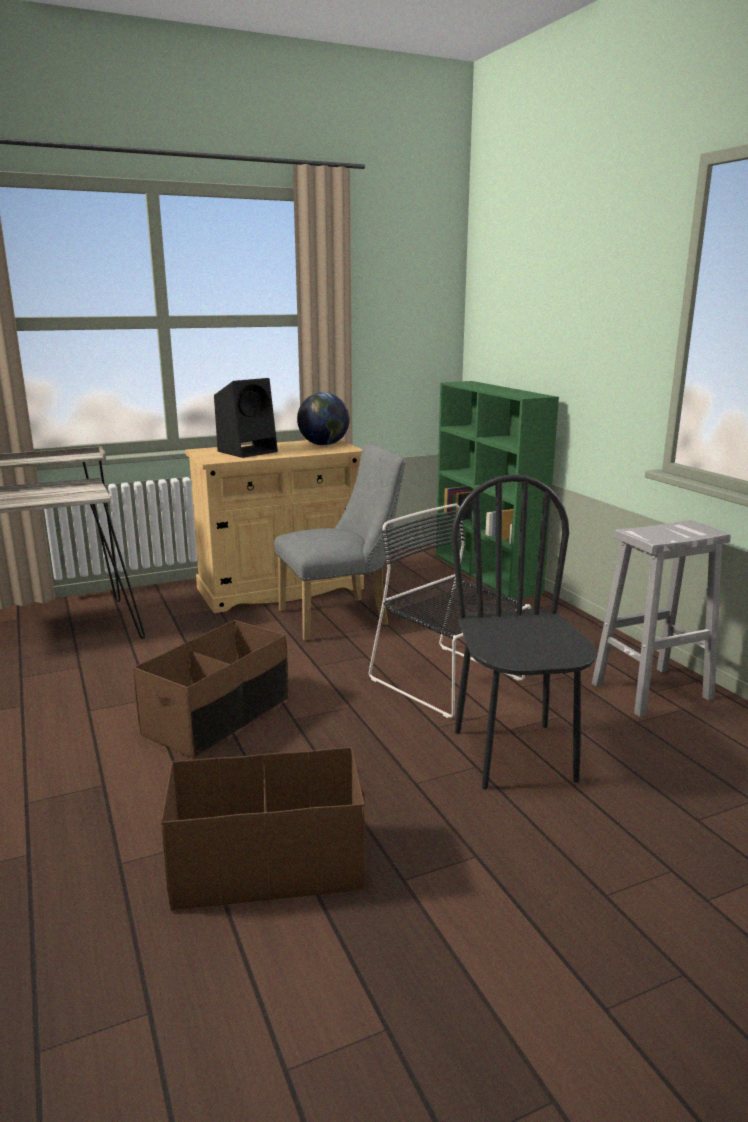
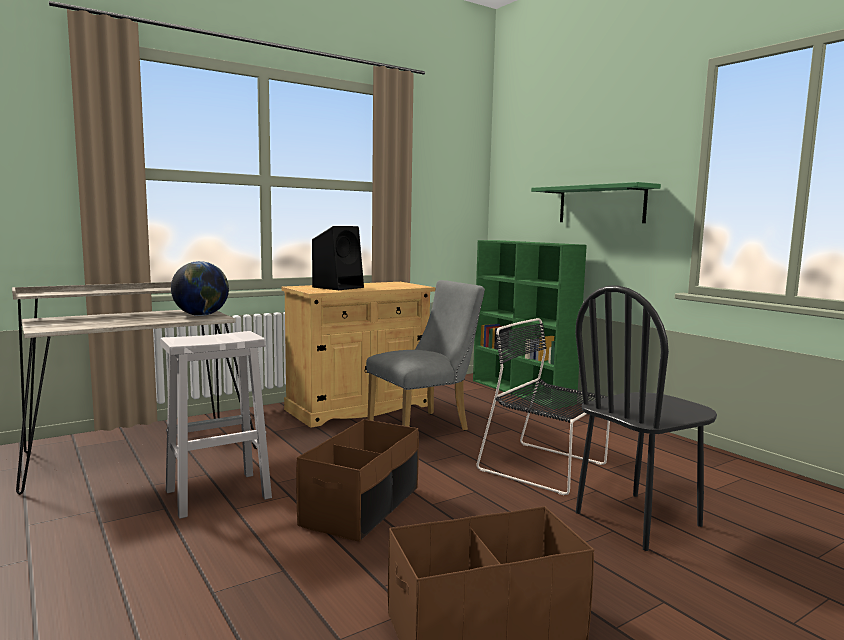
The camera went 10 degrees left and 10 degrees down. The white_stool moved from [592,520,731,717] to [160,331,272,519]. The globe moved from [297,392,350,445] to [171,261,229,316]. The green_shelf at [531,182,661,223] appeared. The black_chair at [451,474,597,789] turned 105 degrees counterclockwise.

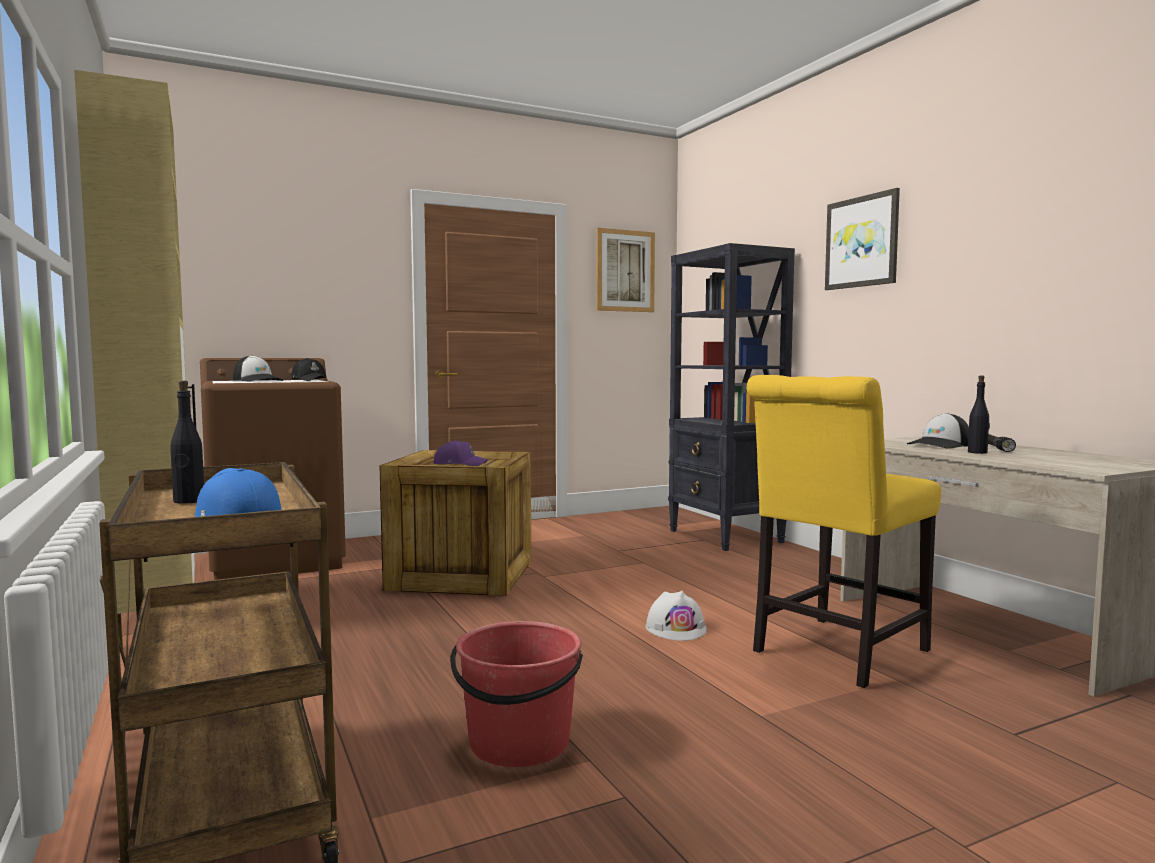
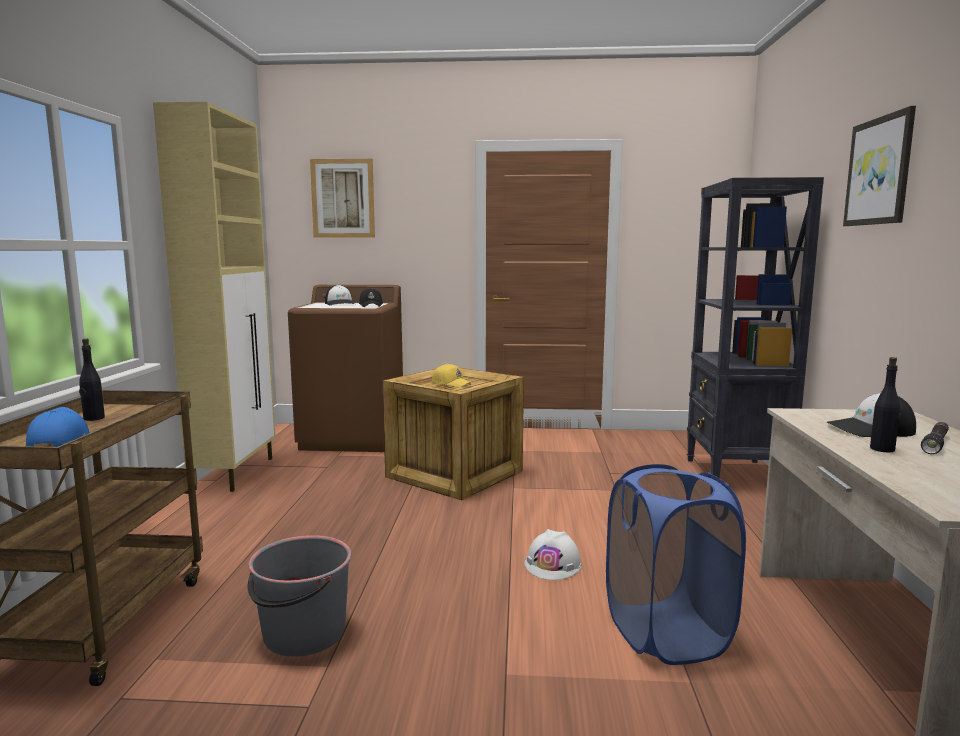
The camera went 30 degrees right and 5 degrees up. The red_bucket at [450,621,583,767] became the grey_bucket at [248,535,352,657]. The picture moved from [596,228,655,312] to [310,159,375,238]. The purple_cap at [433,440,488,466] became the yellow_cap at [432,364,471,388]. The yellow_chair at [747,375,941,688] was replaced by the blue_laundry_basket at [606,464,746,665].

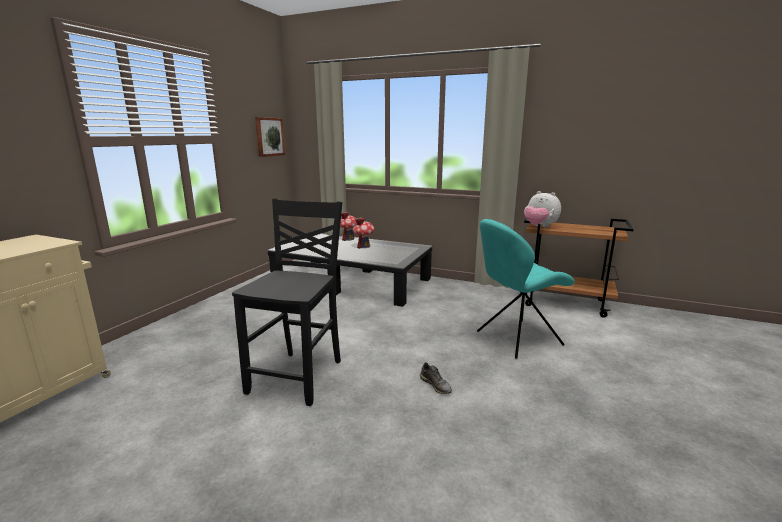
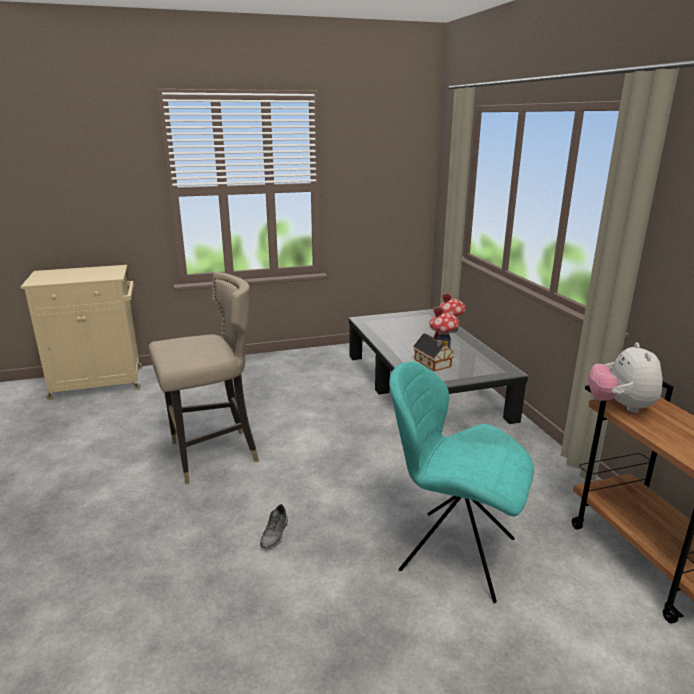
The camera went 50 degrees right and 5 degrees up. The black_chair at [232,199,342,406] was replaced by the beige_stool at [149,272,259,484]. The toy_house at [413,333,455,371] appeared. The picture at [255,117,285,157] disappeared.

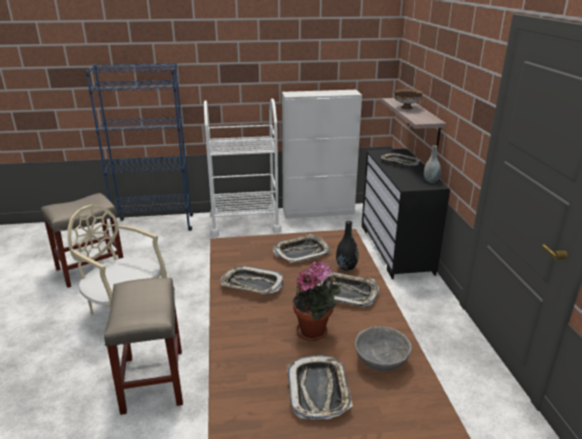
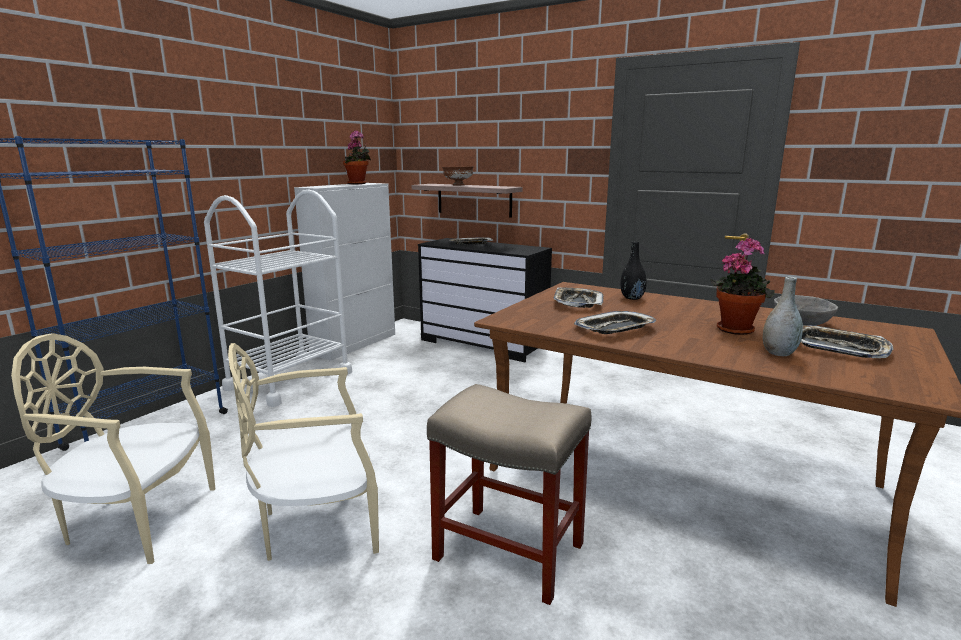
The camera went 50 degrees left and 10 degrees down. The beige_stool at [41,193,123,288] was replaced by the beige_chair at [11,334,216,564]. The potted_plant at [343,130,371,184] appeared. The grey_vase moved from [424,145,441,183] to [763,277,803,356]. The tray at [317,272,379,307] disappeared.

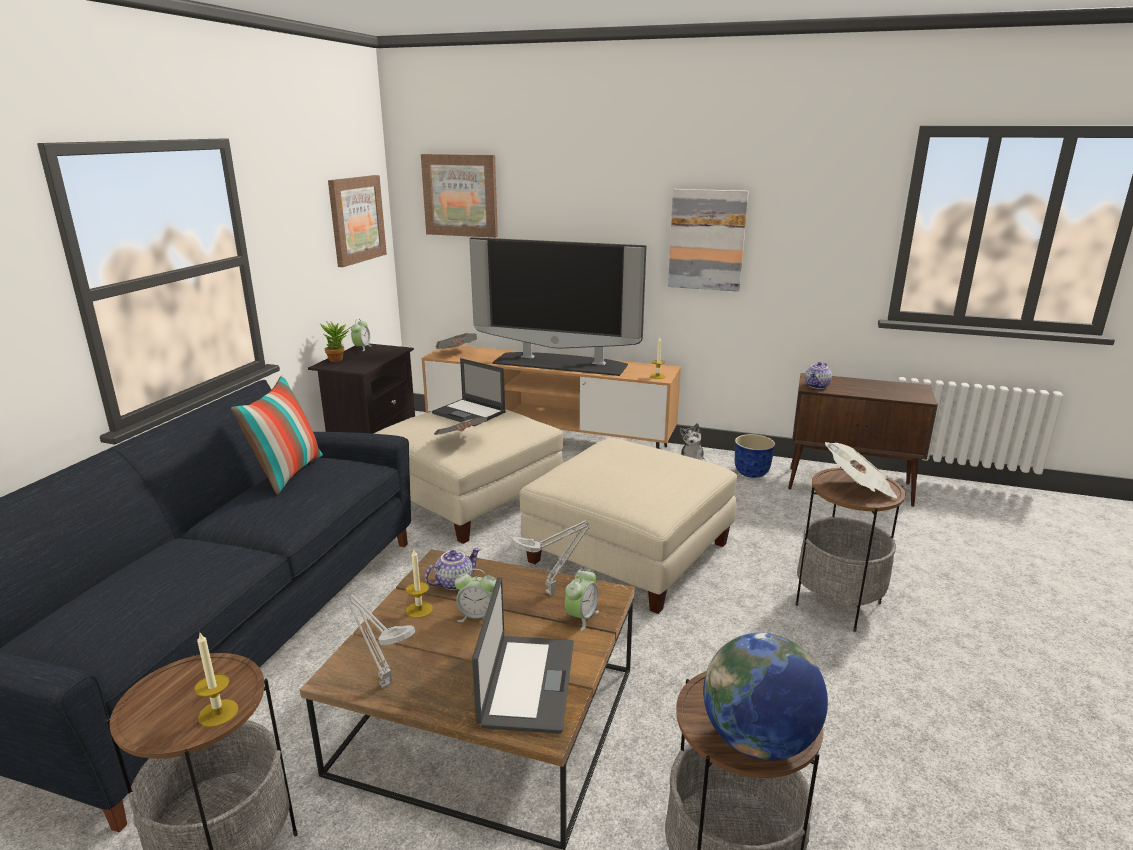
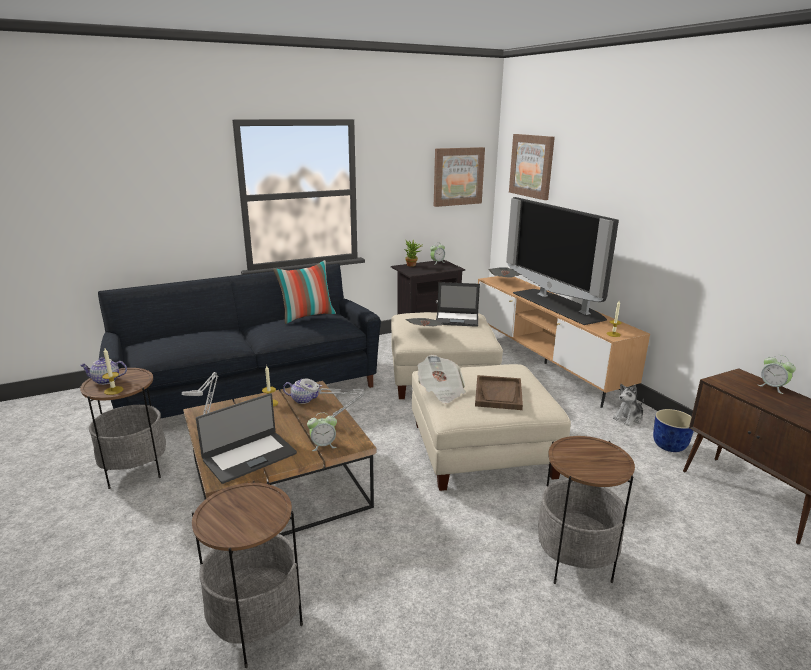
The camera went 45 degrees right and 0 degrees up. The teapot moved from [805,362,832,389] to [80,357,127,385]. The newspaper moved from [825,442,898,498] to [418,355,466,404]. The laptop at [432,358,506,426] turned 75 degrees counterclockwise. The brown_tray at [475,375,523,410] appeared. The alarm_clock moved from [454,569,496,622] to [758,355,796,394]. The picture at [668,189,749,292] disappeared. The globe at [703,633,828,761] disappeared.

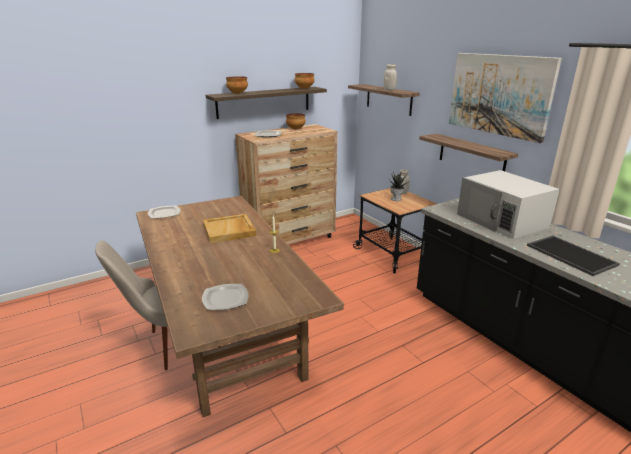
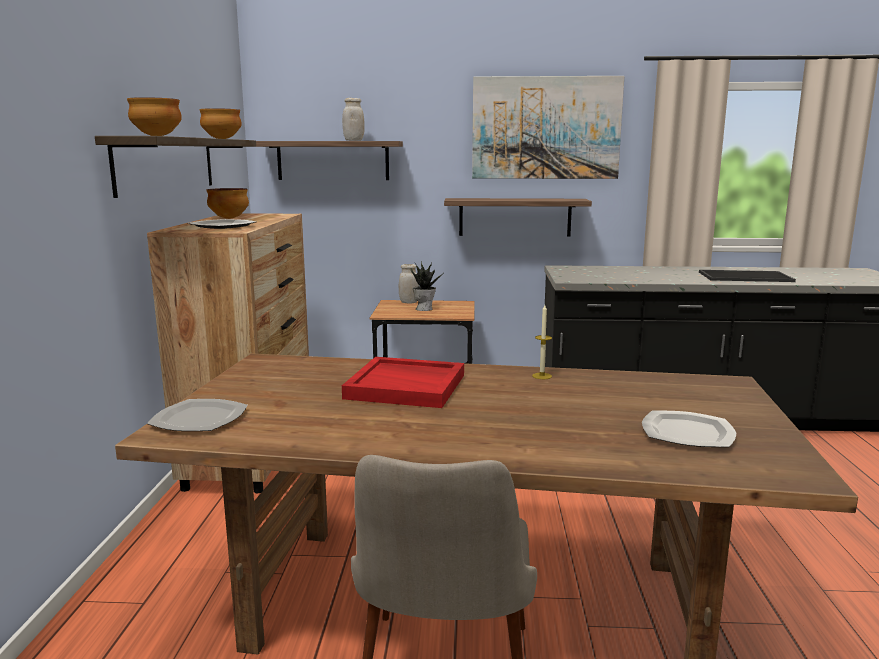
The camera went 55 degrees left and 10 degrees down. The beige_tray at [203,214,256,243] became the red_tray at [342,357,464,408]. The white_microwave at [457,170,560,239] disappeared.

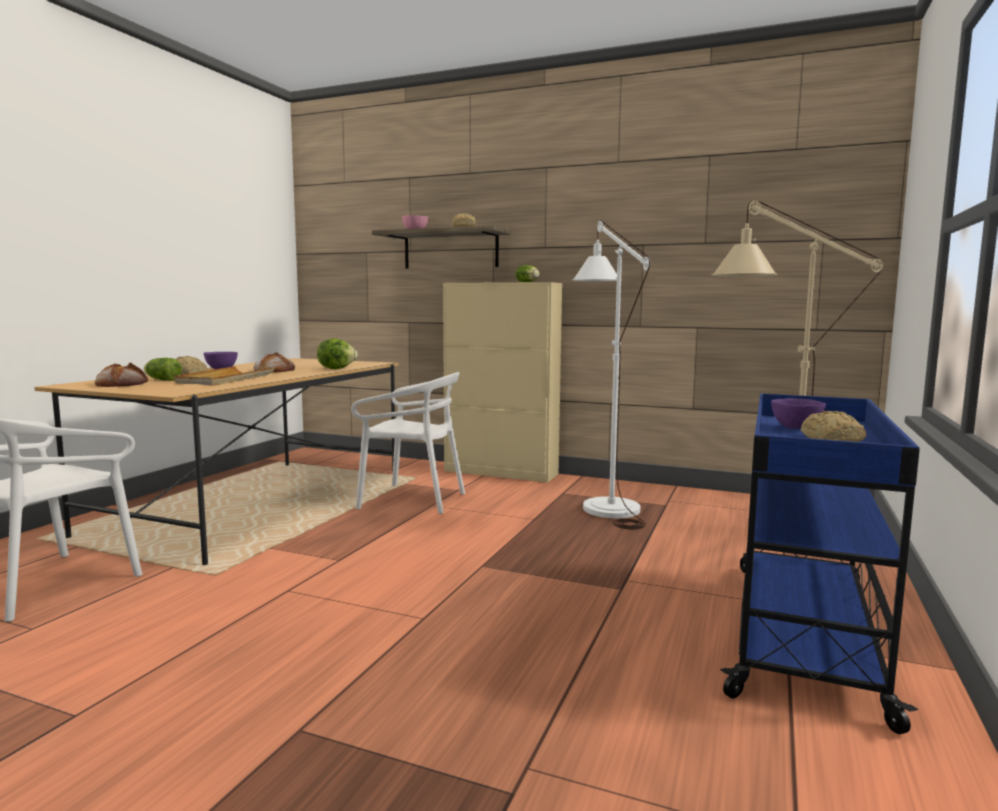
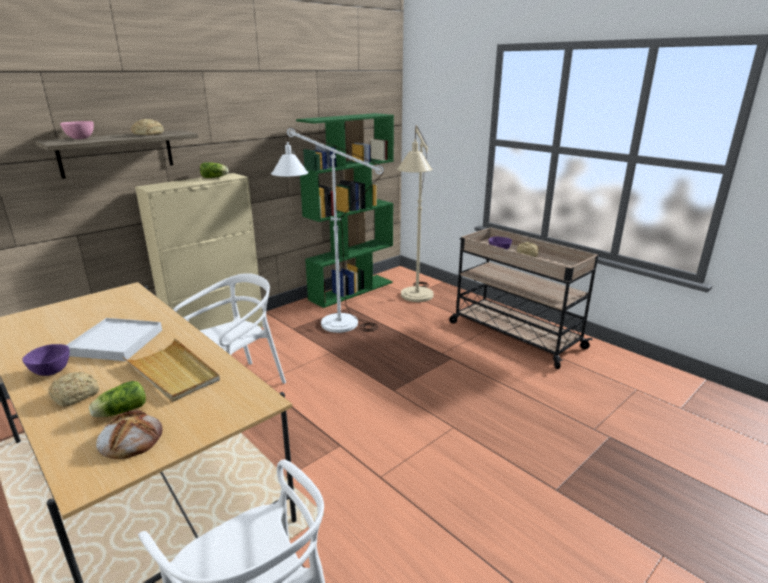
The camera went 65 degrees left and 15 degrees up. The bread at [254,353,295,372] was replaced by the white_tray at [67,318,162,361]. The green_bookcase at [296,113,394,308] appeared. The blue_cart at [720,393,920,734] became the beige_cart at [449,227,598,369]. The lettuce at [317,338,358,369] disappeared.

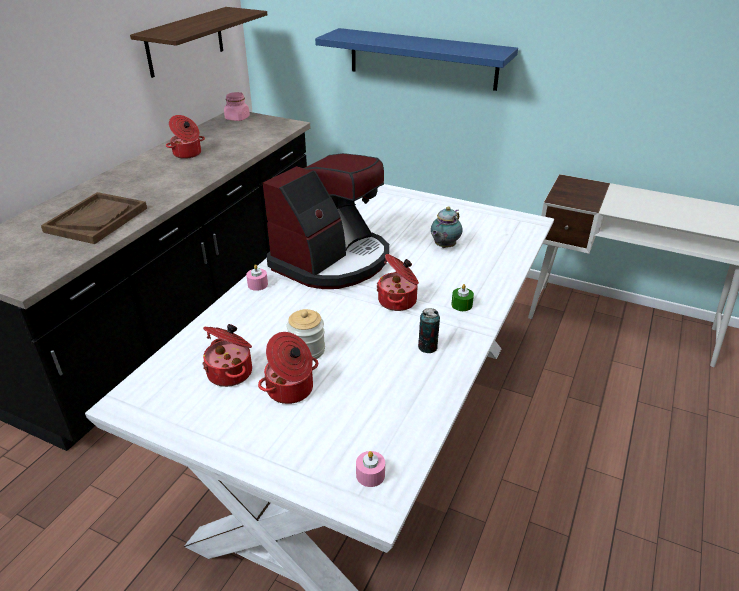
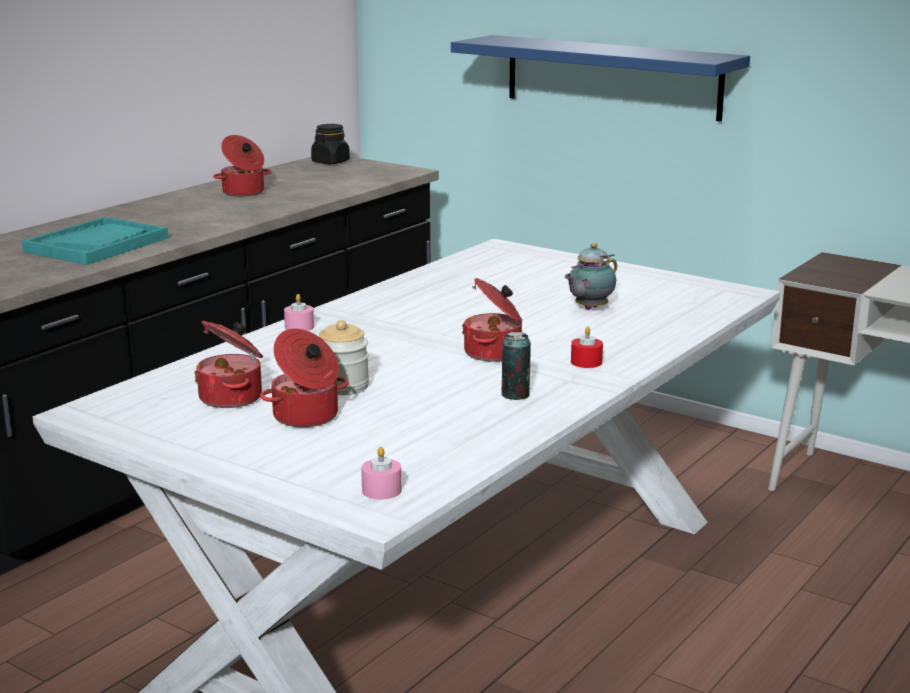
The camera went 10 degrees right and 15 degrees down. The brown_tray at [41,192,147,244] became the turquoise_tray at [22,217,168,265]. The pink_jar at [224,92,250,121] became the black_jar at [311,124,350,164]. The green_candle at [451,284,474,311] became the red_candle at [571,327,603,368]. The shelf at [130,7,267,78] disappeared. The coffee_machine at [263,153,389,289] disappeared.

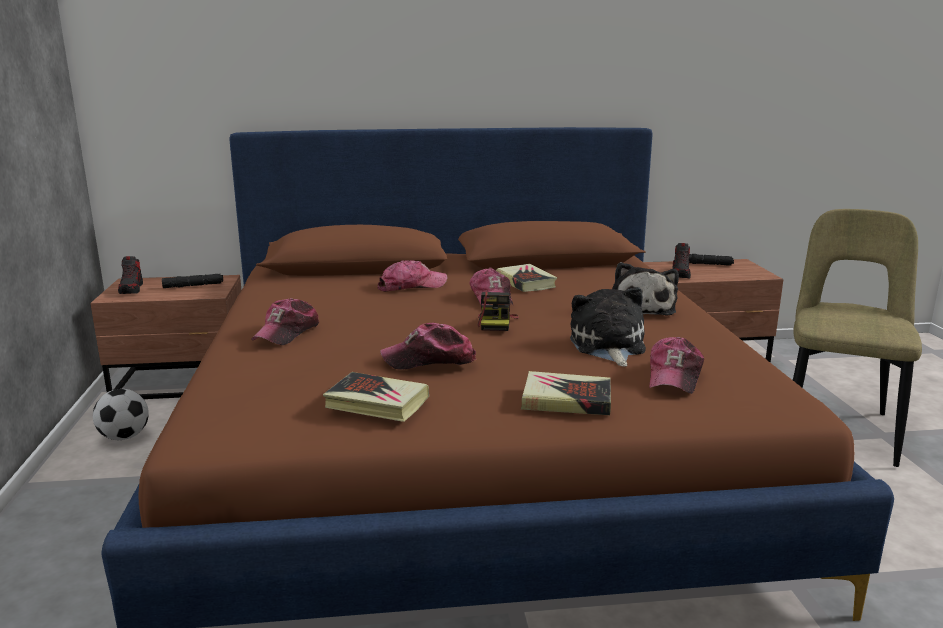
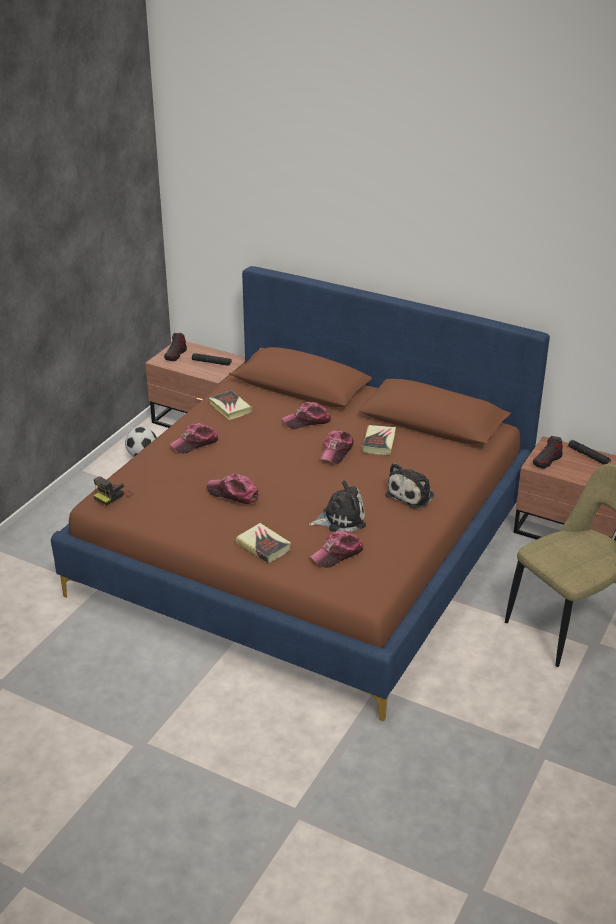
The camera went 35 degrees right and 15 degrees up. The photo_camera moved from [477,291,519,331] to [94,476,133,506]. The book moved from [323,372,429,422] to [209,390,253,420]. The cap at [377,260,448,292] turned 150 degrees clockwise. The plush_toy at [570,287,646,367] turned 45 degrees clockwise.

